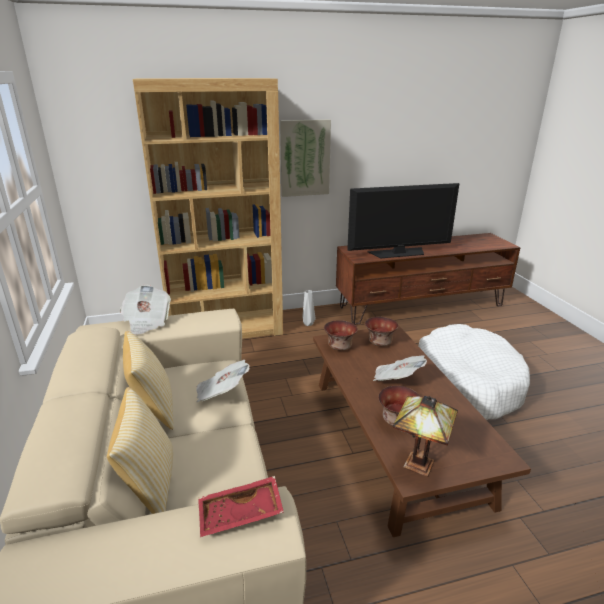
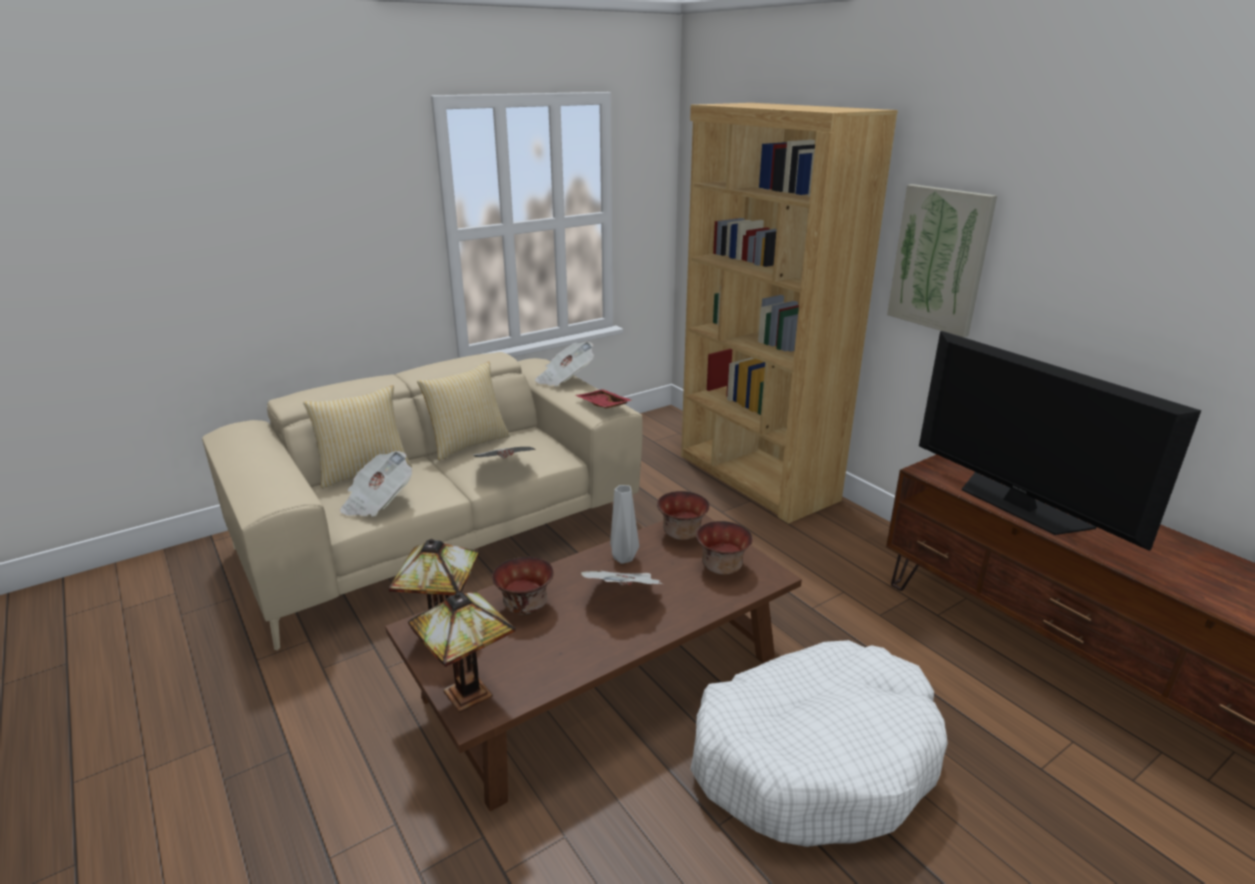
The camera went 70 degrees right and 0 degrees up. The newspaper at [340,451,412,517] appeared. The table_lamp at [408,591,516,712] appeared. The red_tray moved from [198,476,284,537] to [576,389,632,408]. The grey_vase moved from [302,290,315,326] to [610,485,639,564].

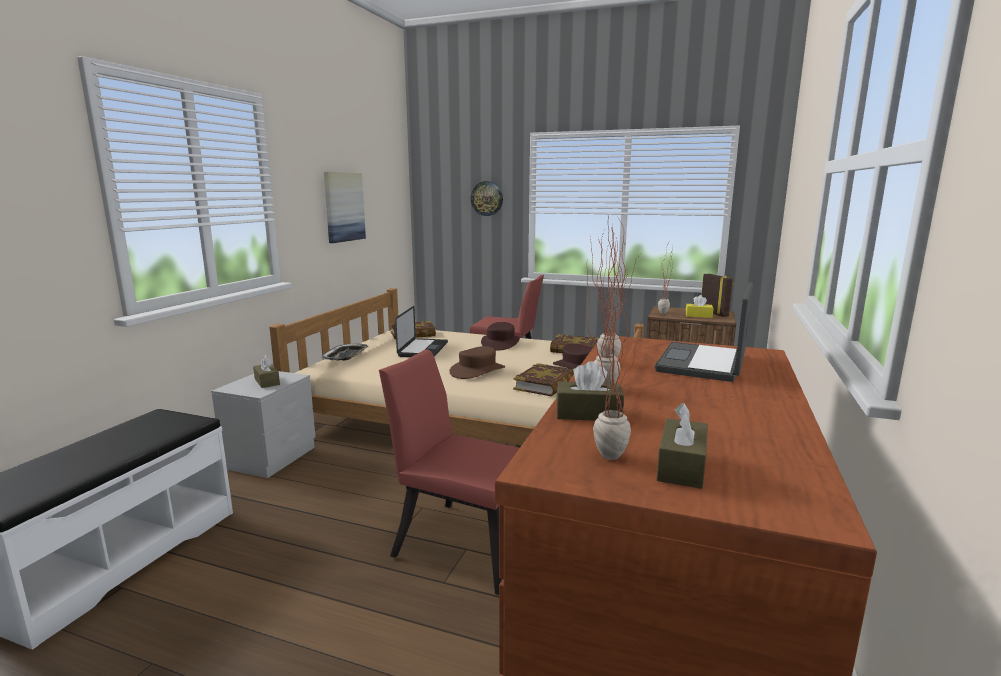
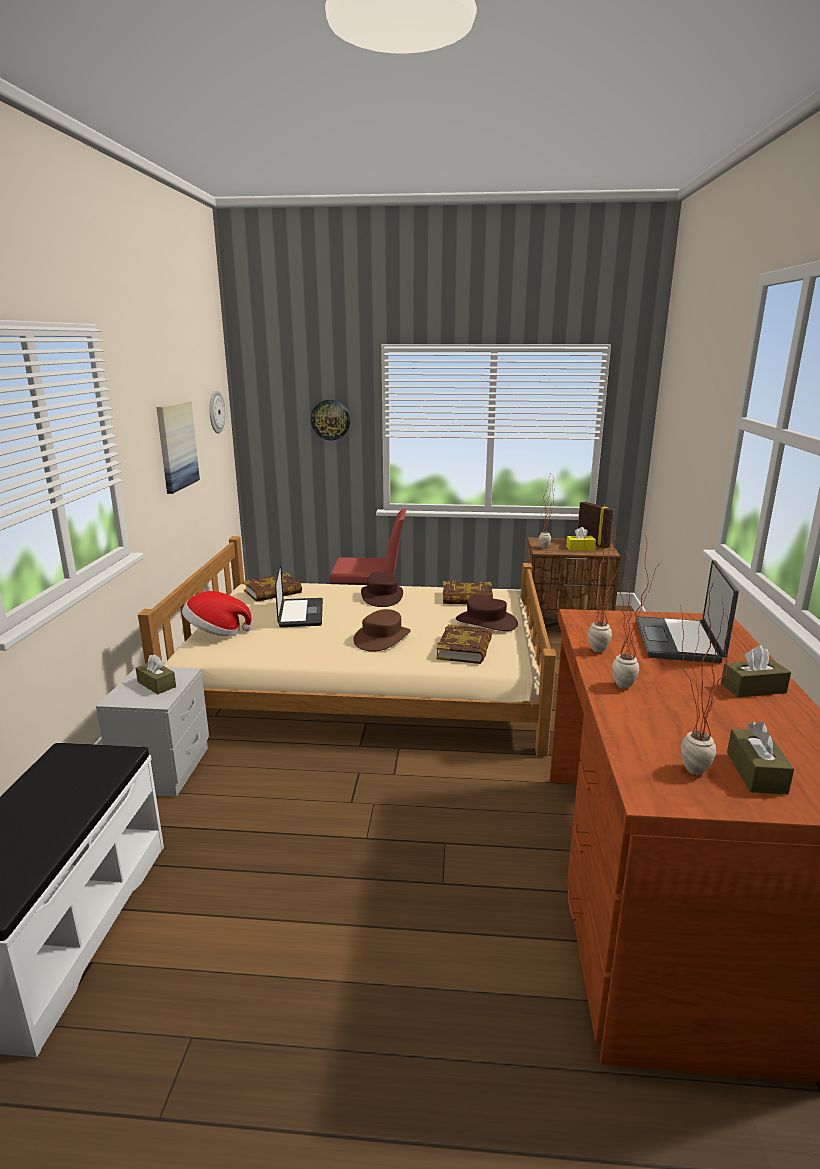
The camera went 15 degrees left and 5 degrees up. The tray at [322,344,369,361] was replaced by the hat at [182,591,252,636]. The wall_clock at [209,390,225,434] appeared. The brown_tissue_box moved from [556,361,624,421] to [721,645,791,697]. The red_chair at [379,349,519,595] disappeared.

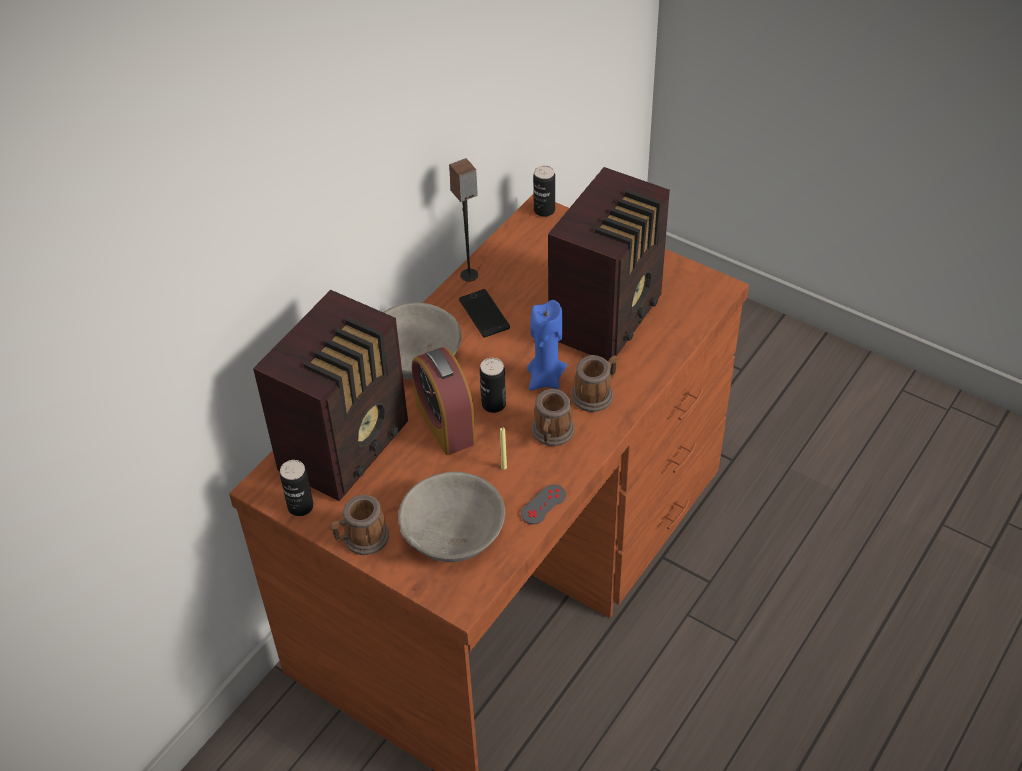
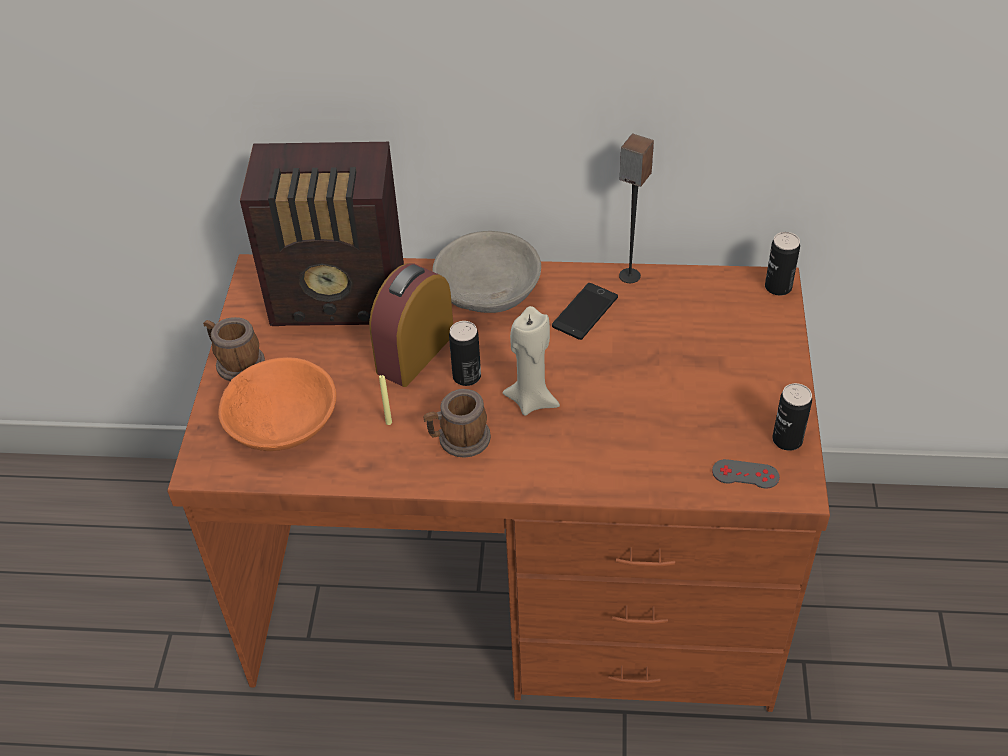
The camera went 60 degrees right and 0 degrees up. The grey_bowl at [398,472,505,562] became the orange_bowl at [218,357,336,451]. The blue_candle at [527,300,567,390] became the beige_candle at [503,306,560,416]. The grey_game_controller moved from [521,484,566,524] to [712,459,780,489]. The can moved from [280,460,314,516] to [772,383,812,451]. The radio at [548,167,670,361] disappeared. The mug at [571,355,618,412] disappeared.

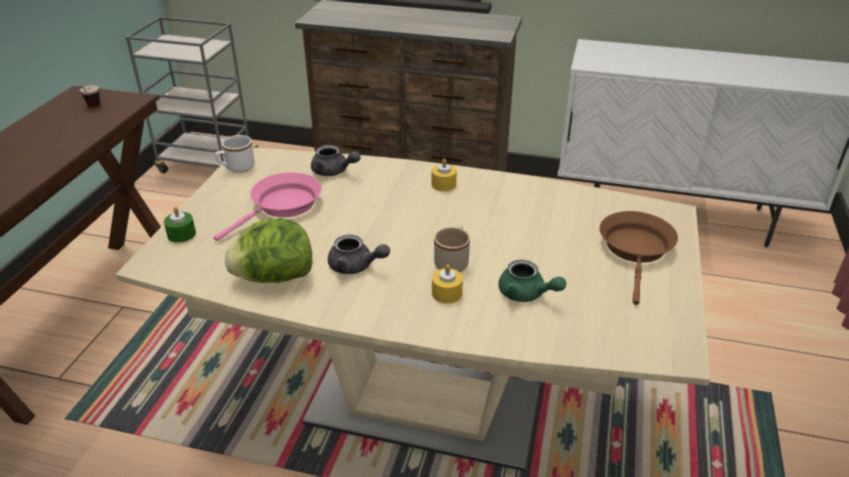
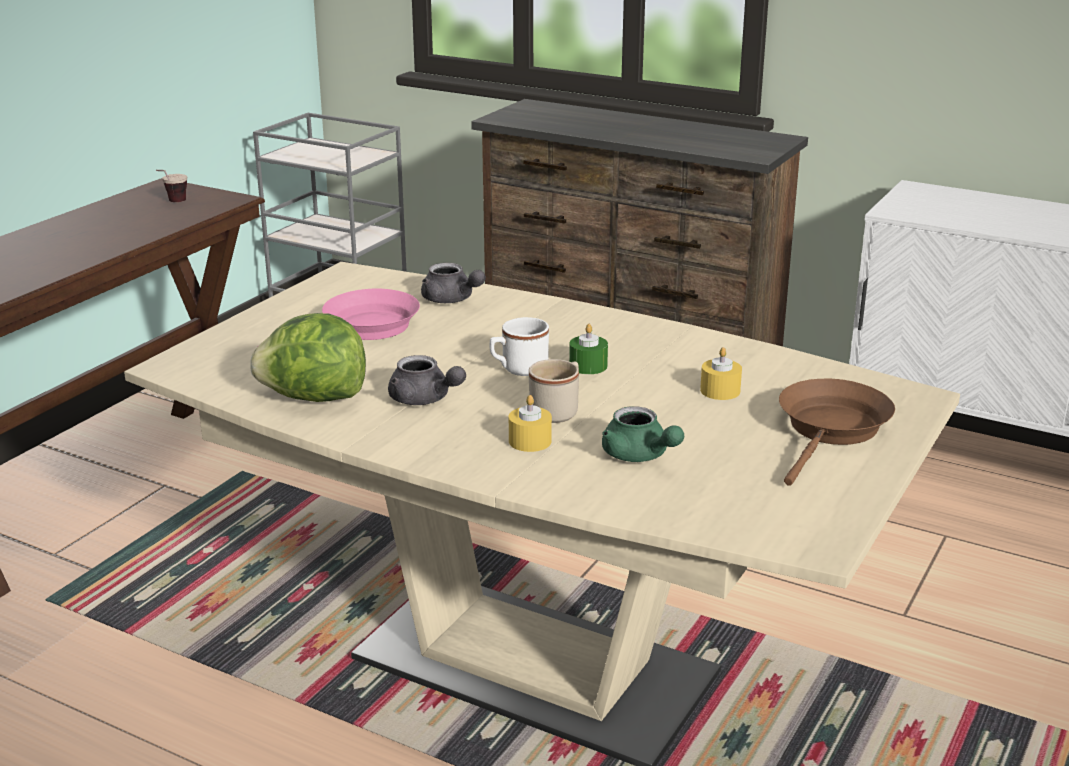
The camera went 15 degrees right and 10 degrees down. The white_mug moved from [215,135,255,173] to [490,317,549,376]. The green_candle moved from [164,207,196,243] to [569,324,608,374]. The yellow_candle moved from [432,158,457,191] to [700,347,742,400].

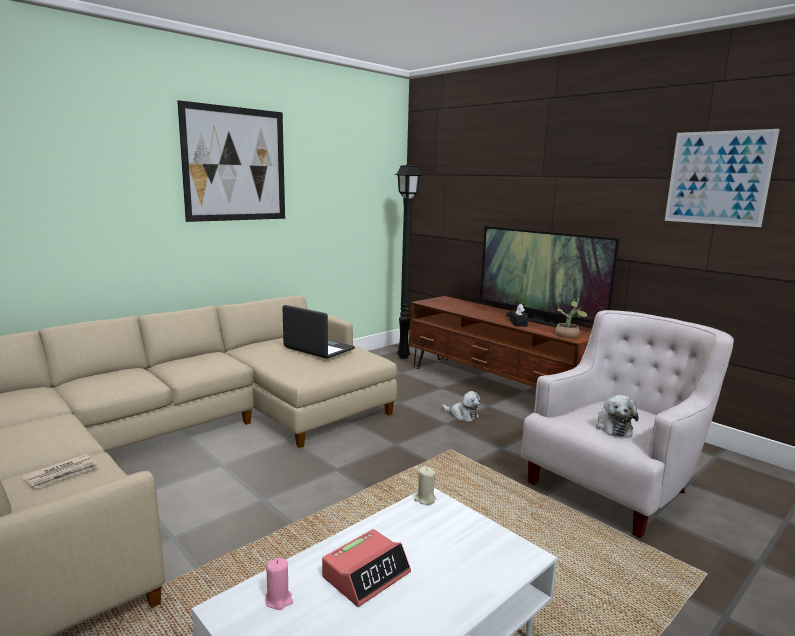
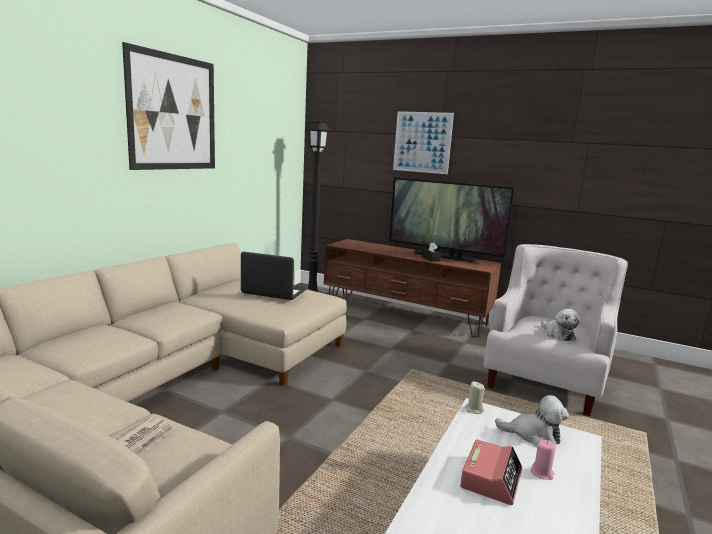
The camera went 20 degrees left and 0 degrees up. The picture moved from [665,129,779,227] to [393,111,454,174]. The plush_toy moved from [442,391,480,422] to [495,395,569,447]. The pink_candle moved from [265,557,293,610] to [530,440,556,480]. The potted_plant at [555,297,587,338] disappeared.

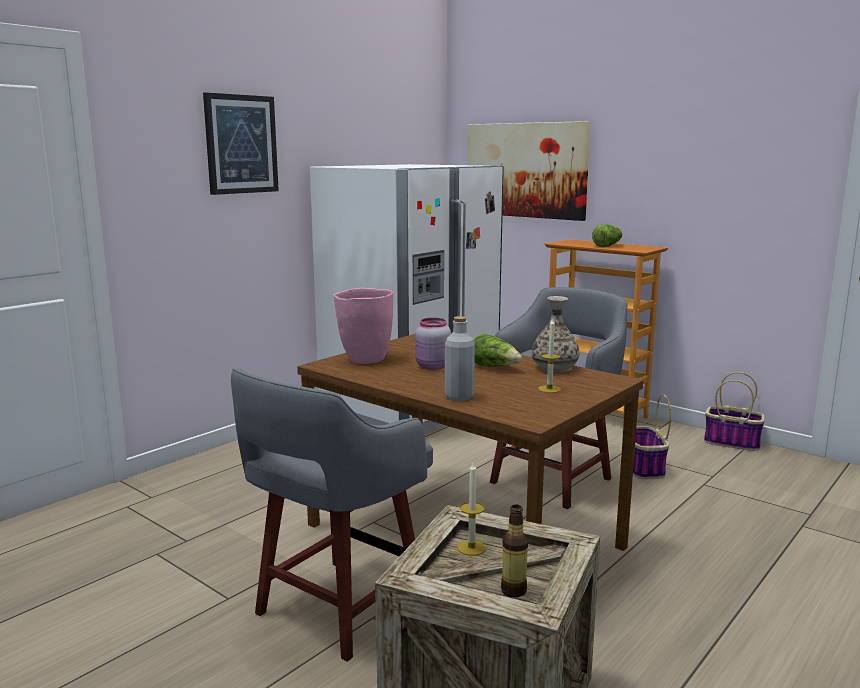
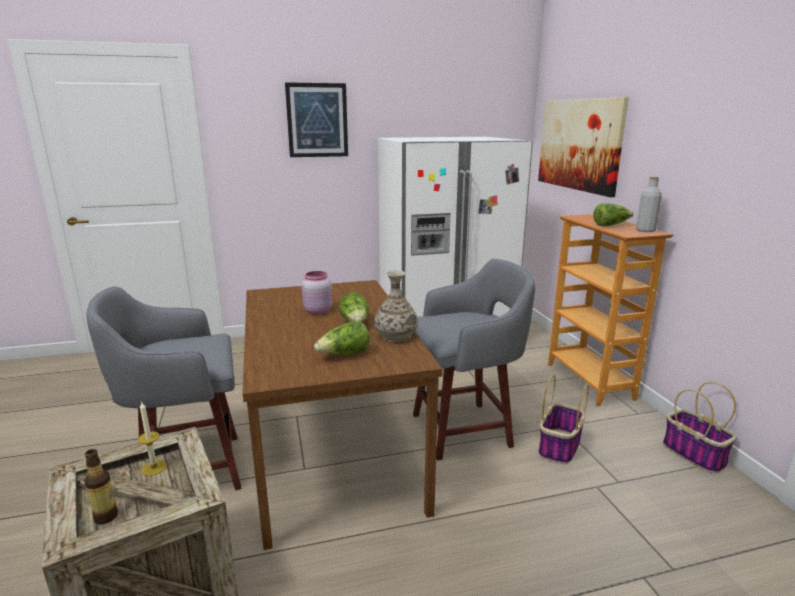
The camera went 35 degrees right and 5 degrees up. The candle at [538,318,561,393] was replaced by the lettuce at [314,321,370,355]. The grey_bottle moved from [445,316,475,401] to [636,176,662,232]. The pink_vase at [334,288,393,364] disappeared.

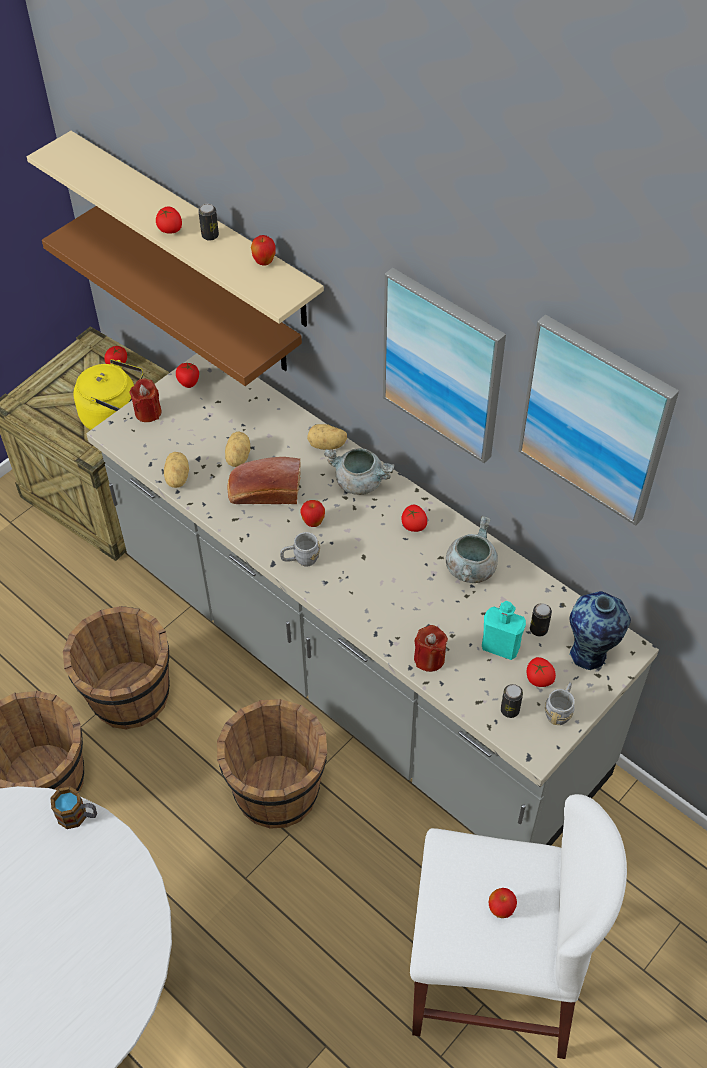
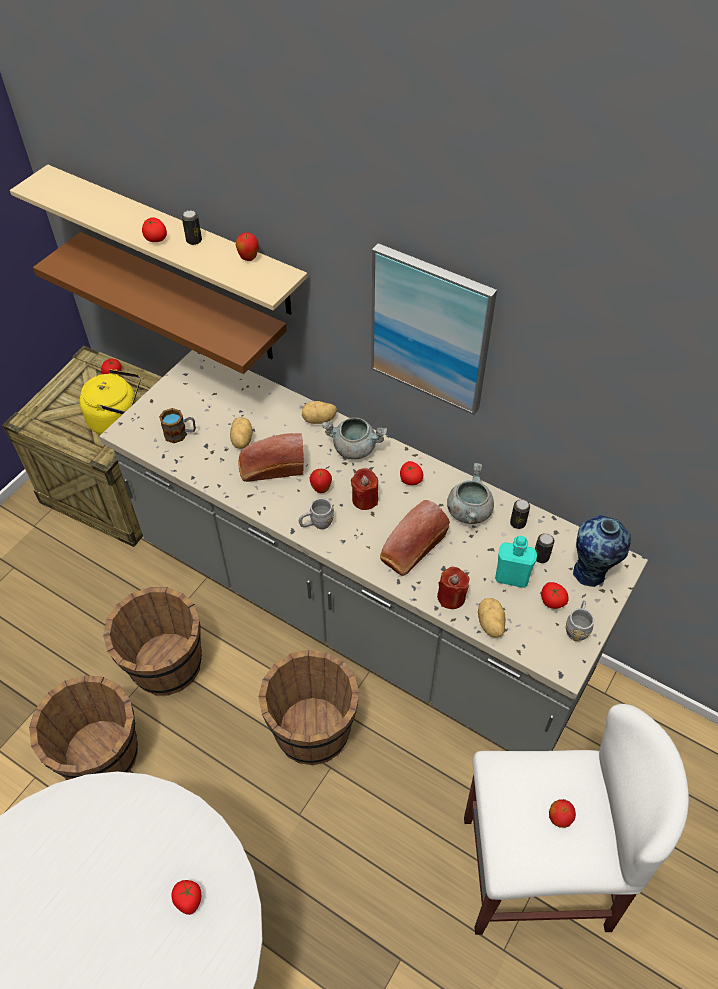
The camera went 10 degrees left and 0 degrees up. The mug moved from [50,786,97,829] to [159,408,196,443]. The tomato moved from [176,363,199,388] to [171,880,201,915]. The red_candle moved from [130,378,162,422] to [351,468,378,510]. The bread at [380,500,450,576] appeared. The potato moved from [164,452,189,488] to [478,598,506,638]. The can moved from [501,684,523,718] to [510,499,530,529]. The picture at [518,314,679,526] disappeared.

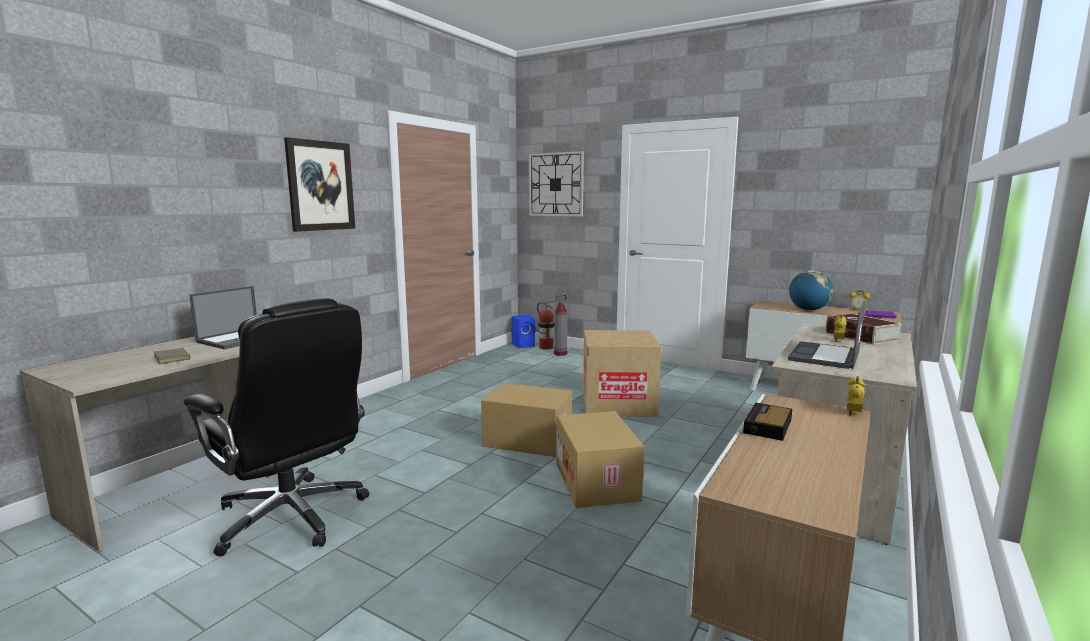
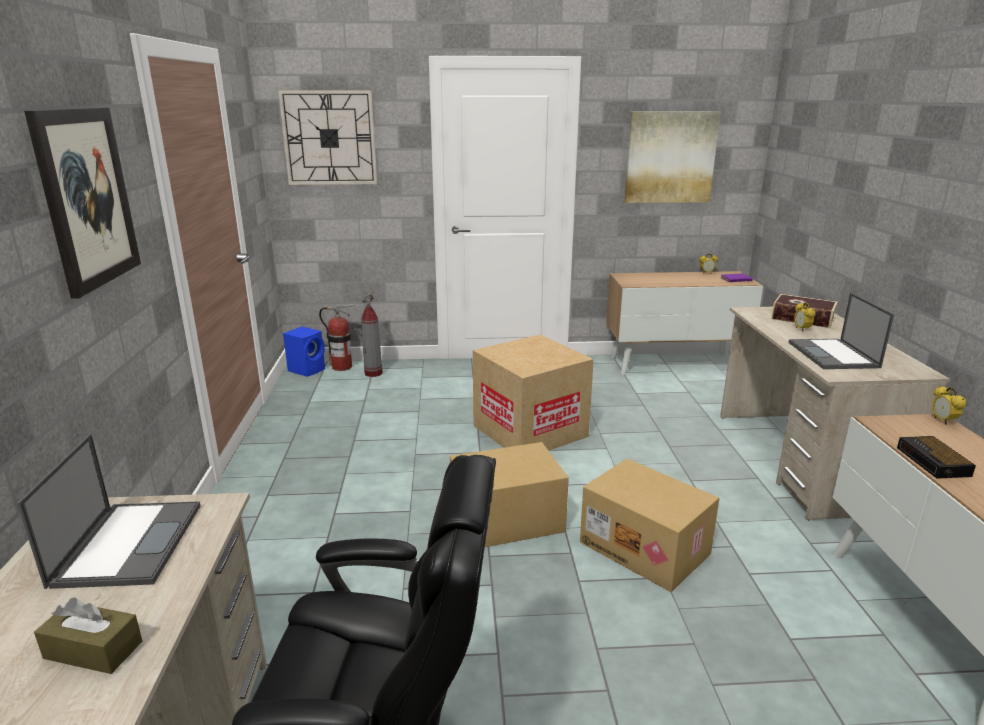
The camera went 35 degrees left and 10 degrees up. The brown_book at [154,348,190,364] was replaced by the brown_tissue_box at [34,597,143,674]. The picture at [624,111,721,203] appeared. The globe at [789,270,833,311] disappeared.

